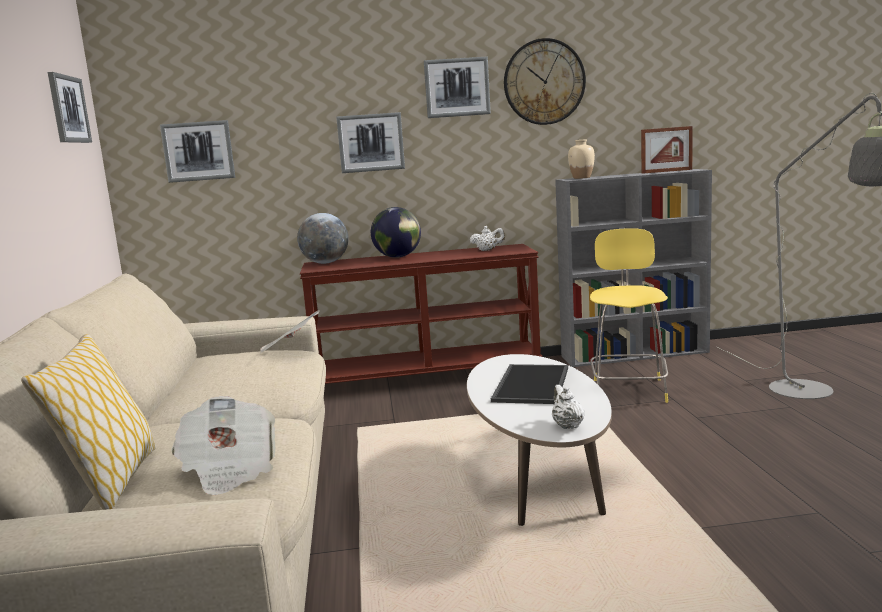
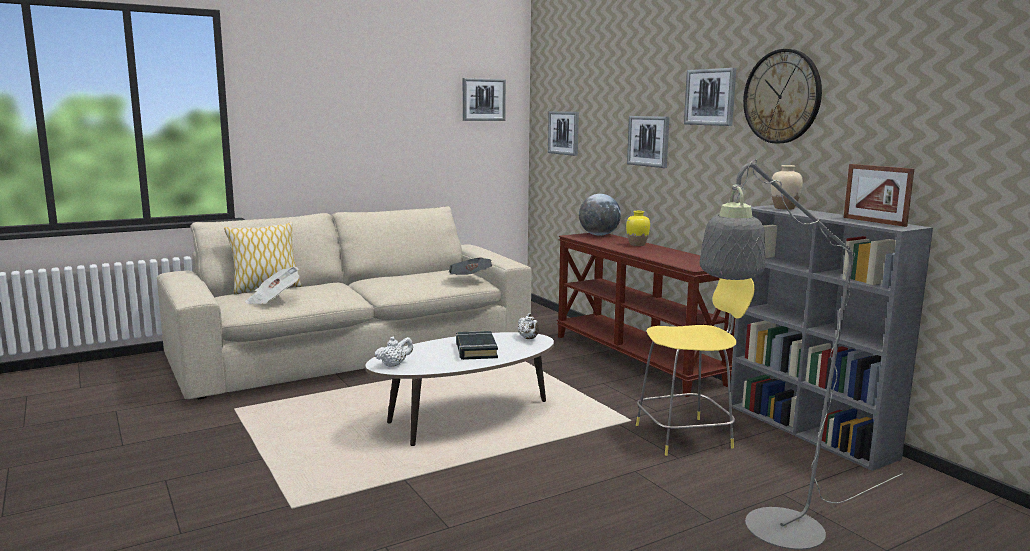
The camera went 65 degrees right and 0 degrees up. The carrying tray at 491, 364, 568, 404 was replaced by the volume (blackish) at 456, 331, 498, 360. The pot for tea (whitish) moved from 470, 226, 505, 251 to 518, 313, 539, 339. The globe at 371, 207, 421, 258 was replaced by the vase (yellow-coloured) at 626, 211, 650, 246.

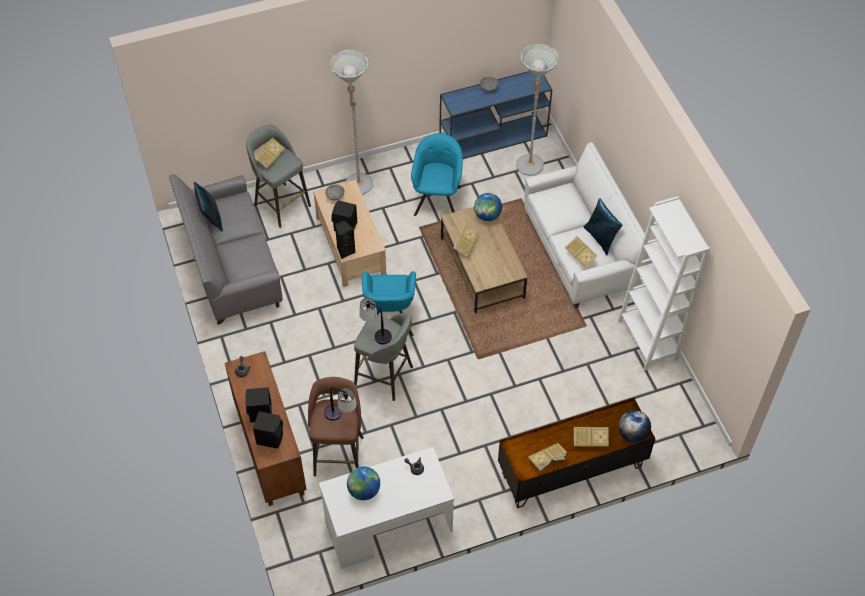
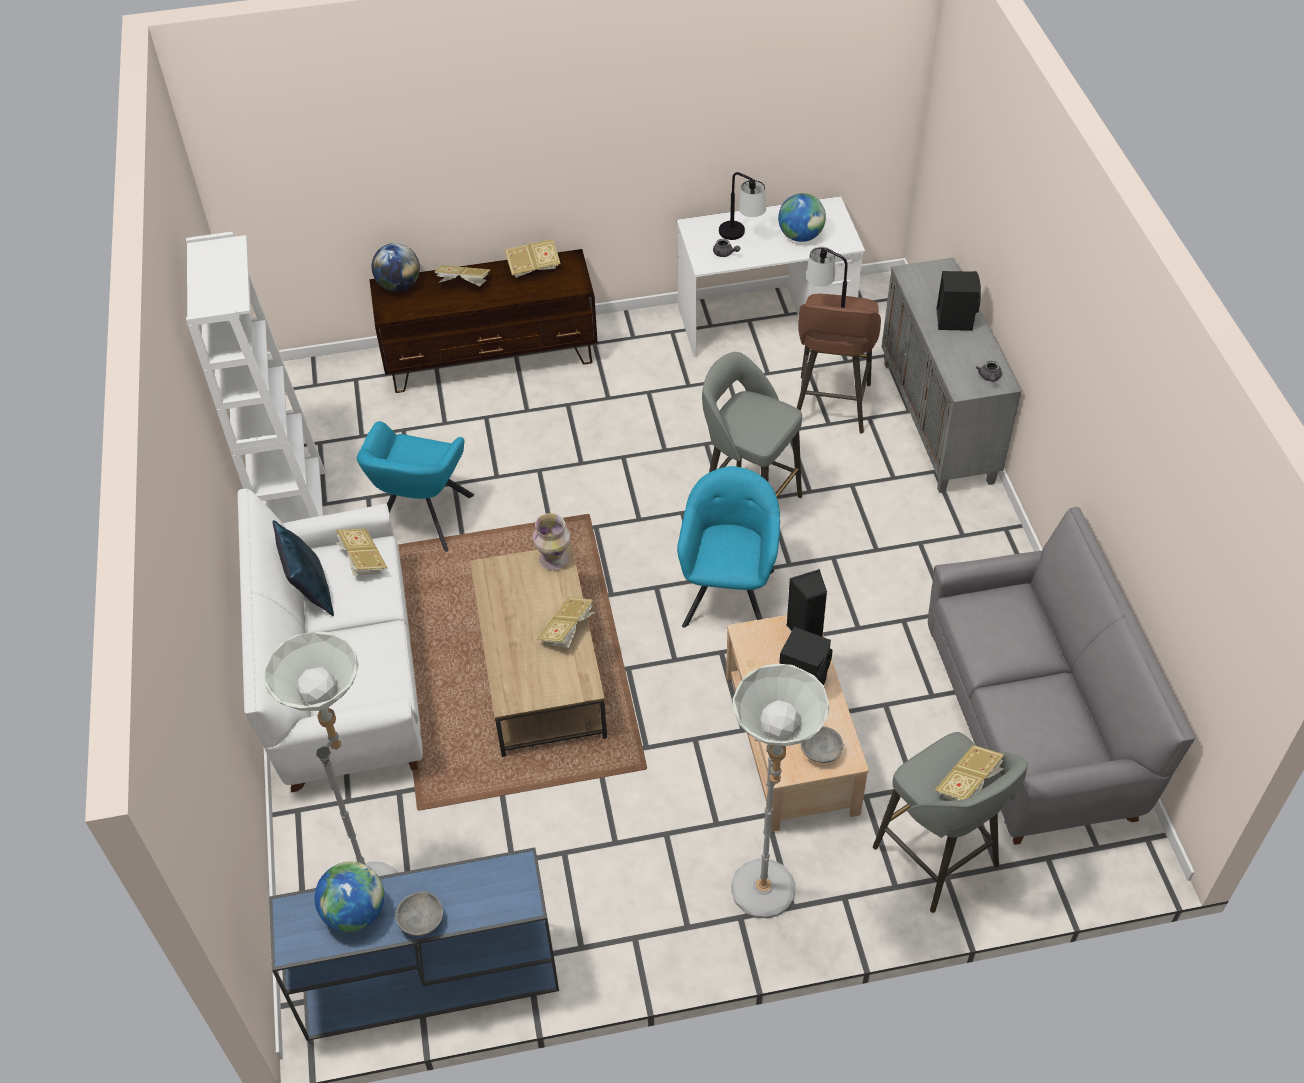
The camera went 170 degrees left and 5 degrees down. The globe moved from 474, 193, 502, 221 to 315, 862, 384, 932. The easy chair (blue-green) moved from 411, 133, 463, 216 to 357, 421, 474, 552. The vase at 533, 513, 570, 571 appeared. The tabletop lamp moved from 359, 298, 392, 345 to 719, 172, 766, 240. The cupboard (brown-coloured) at 225, 351, 307, 506 became the cupboard (gray) at 882, 257, 1021, 493. The pillow (blue) at 194, 181, 223, 231 disappeared. The loudspeaker (blackish) at 253, 411, 283, 449 disappeared.

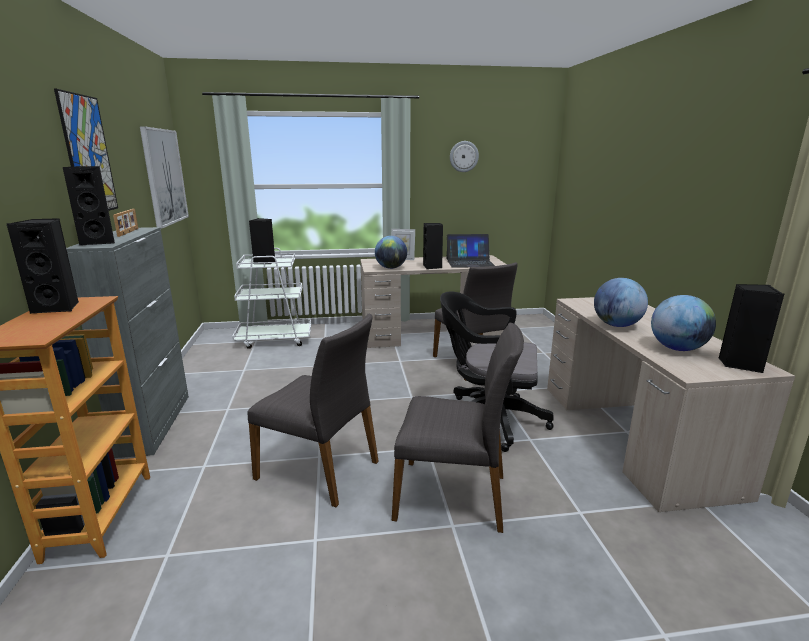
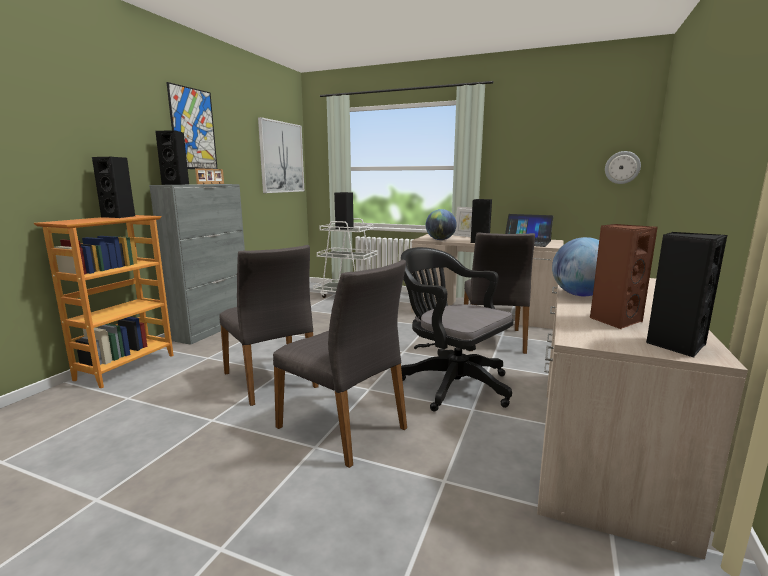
The camera went 30 degrees right and 5 degrees down. The globe at 651, 295, 716, 351 was replaced by the loudspeaker (brown-coloured) at 590, 224, 658, 329. The clock on the wall moved from 450, 141, 479, 172 to 605, 151, 641, 184.

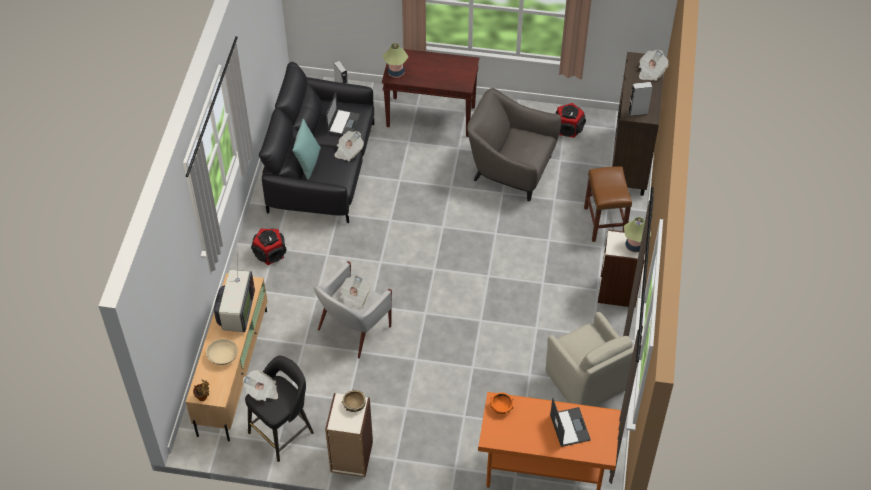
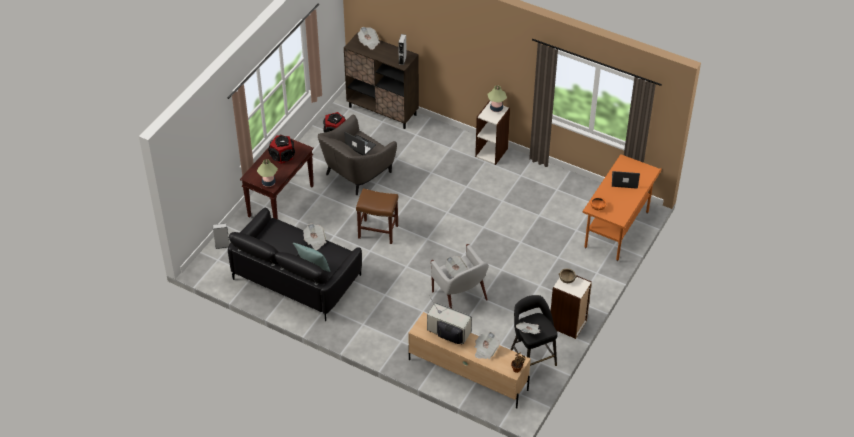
The camera went 70 degrees left and 5 degrees down. The loudspeaker moved from 251, 228, 287, 265 to 268, 135, 295, 164. The laptop moved from 326, 92, 361, 135 to 344, 132, 376, 155. The stool (brown-coloured) moved from 584, 167, 632, 242 to 356, 188, 398, 244. The serving bowl (beige-coloured) at 206, 339, 238, 365 was replaced by the newspaper at 475, 332, 500, 359. The easy chair (beige-coloured) at 546, 312, 634, 407 disappeared.

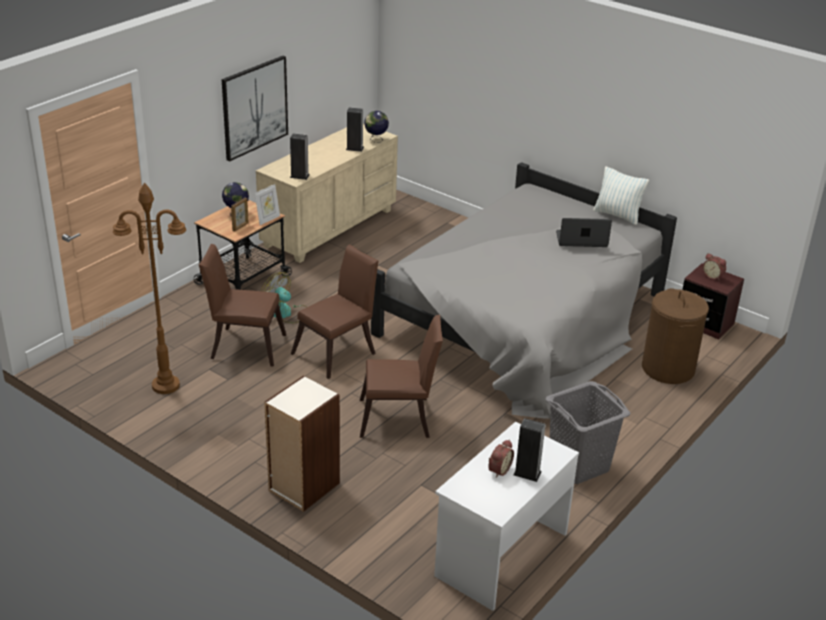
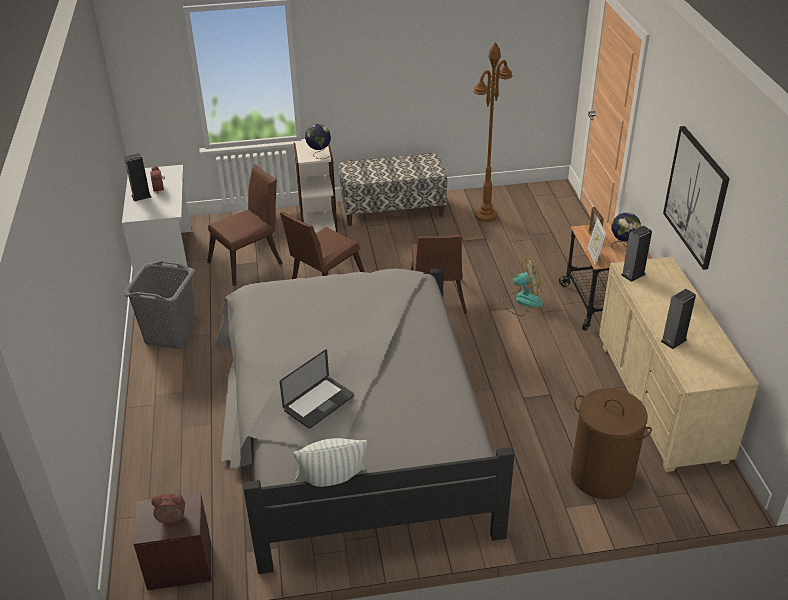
The camera went 135 degrees right and 5 degrees up. The upright chair (brown-coloured) moved from 199, 244, 286, 366 to 207, 164, 283, 286. The globe moved from 364, 111, 389, 143 to 305, 124, 331, 159. The bench at 338, 153, 447, 226 appeared. The hamper (brown-coloured) moved from 642, 288, 709, 384 to 570, 388, 652, 499.

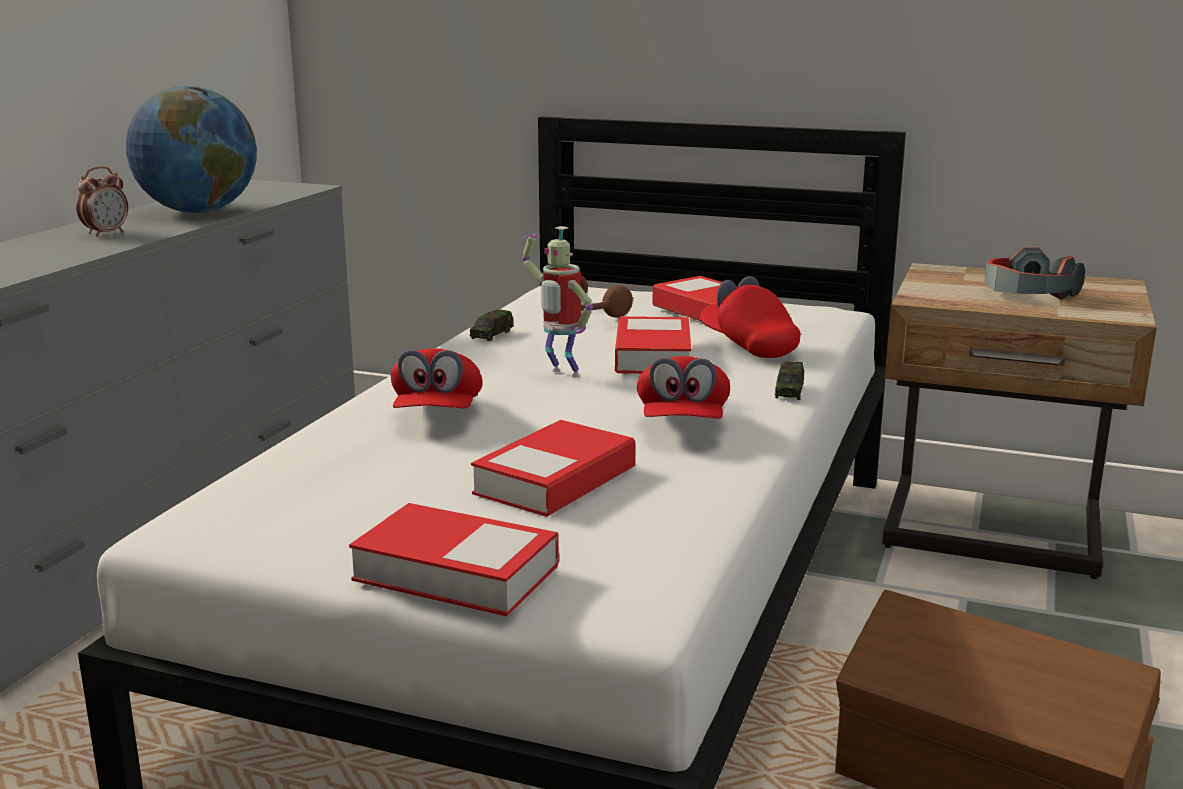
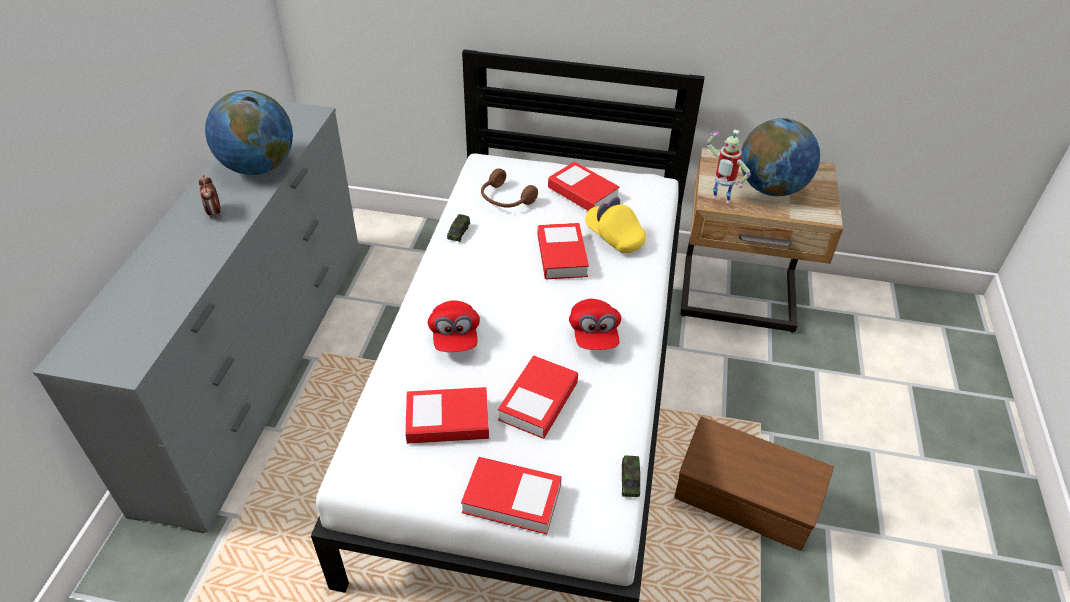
The camera went 10 degrees left and 25 degrees up. The bedside clock at 76, 166, 128, 237 turned 135 degrees clockwise. The volume at 405, 387, 489, 444 appeared. The baseball cap (red-coloured) at 700, 276, 801, 358 became the baseball cap (yellow-coloured) at 585, 197, 646, 253. The miniature car moved from 775, 361, 804, 400 to 622, 455, 640, 497. The model robot moved from 522, 226, 593, 378 to 706, 130, 751, 204. The headset at 984, 247, 1085, 299 was replaced by the globe at 741, 118, 820, 196.

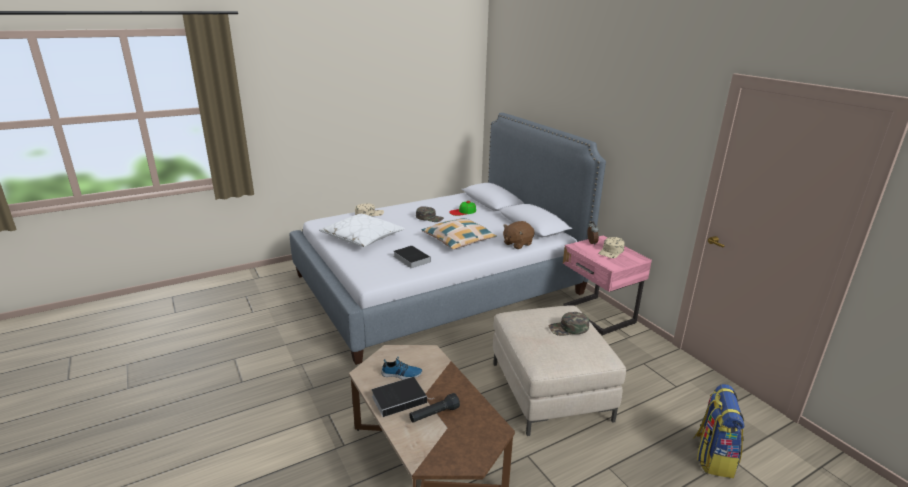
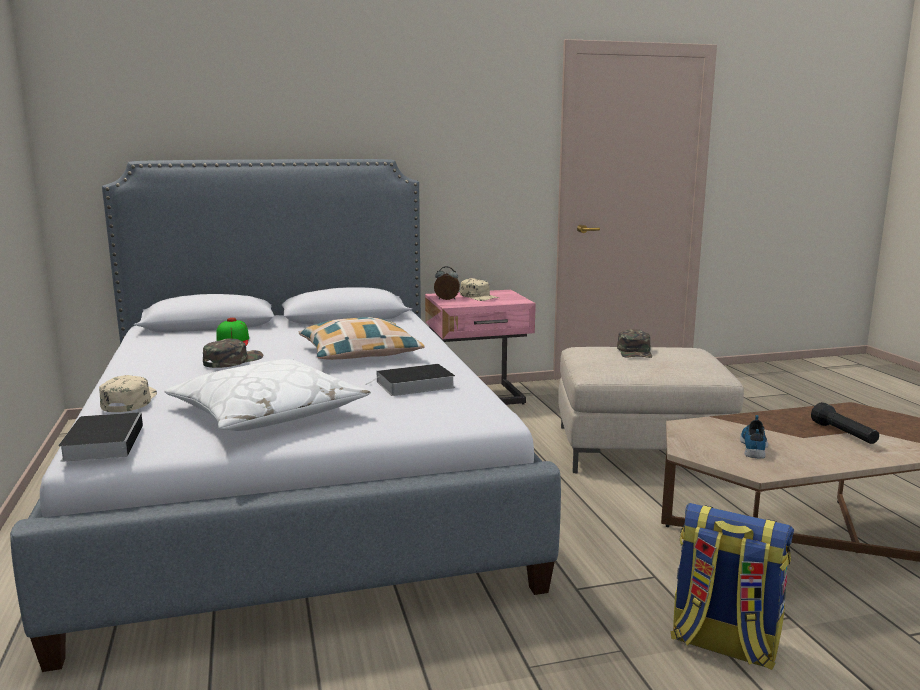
The camera went 75 degrees left and 10 degrees down. The volume moved from 371, 377, 427, 417 to 58, 412, 143, 462. The backpack moved from 693, 384, 745, 478 to 671, 503, 794, 670. The cuddly toy (brown-coloured) at 503, 221, 535, 249 disappeared.

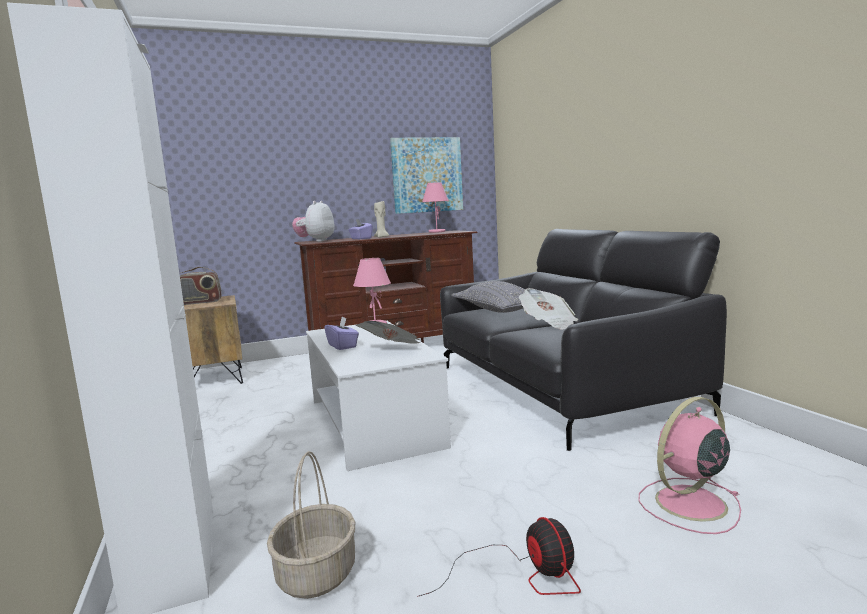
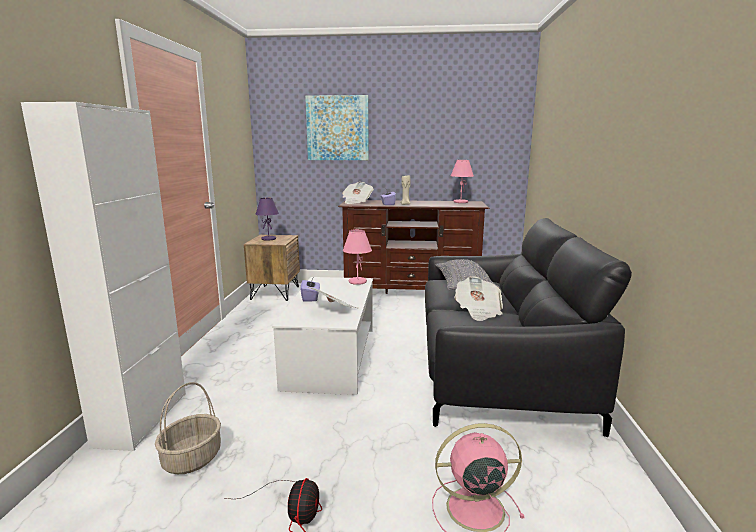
The camera went 25 degrees right and 5 degrees up. The radio set at 179, 267, 222, 305 was replaced by the tabletop lamp (purple) at 256, 198, 279, 241. The wall picture moved from 390, 137, 463, 214 to 305, 95, 369, 160. The cuddly toy at 292, 201, 335, 242 was replaced by the newspaper at 342, 182, 374, 204.

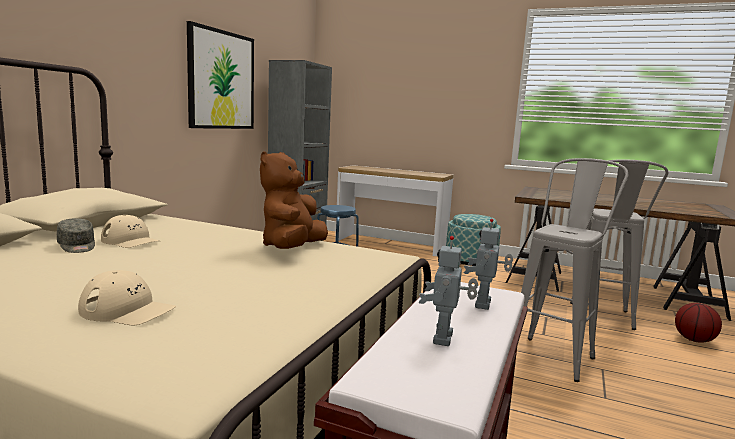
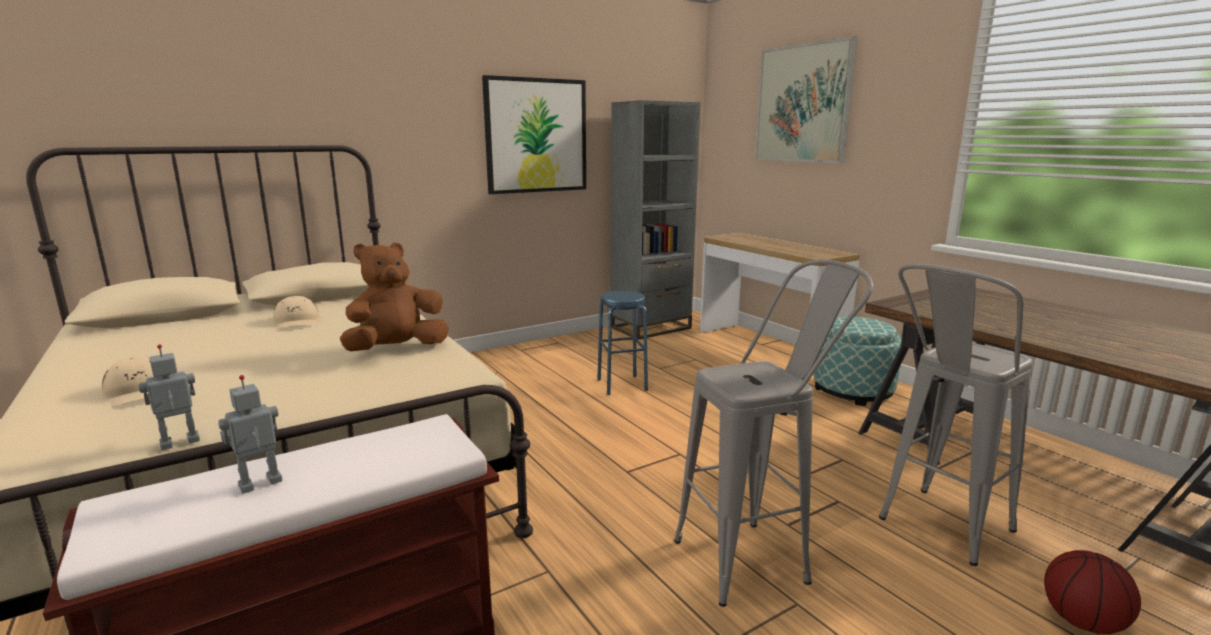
The camera went 35 degrees right and 5 degrees up. The model robot moved from 464, 219, 513, 310 to 138, 344, 200, 450. The wall picture at 755, 37, 857, 163 appeared. The baseball cap (gray) at 57, 218, 95, 253 disappeared.

